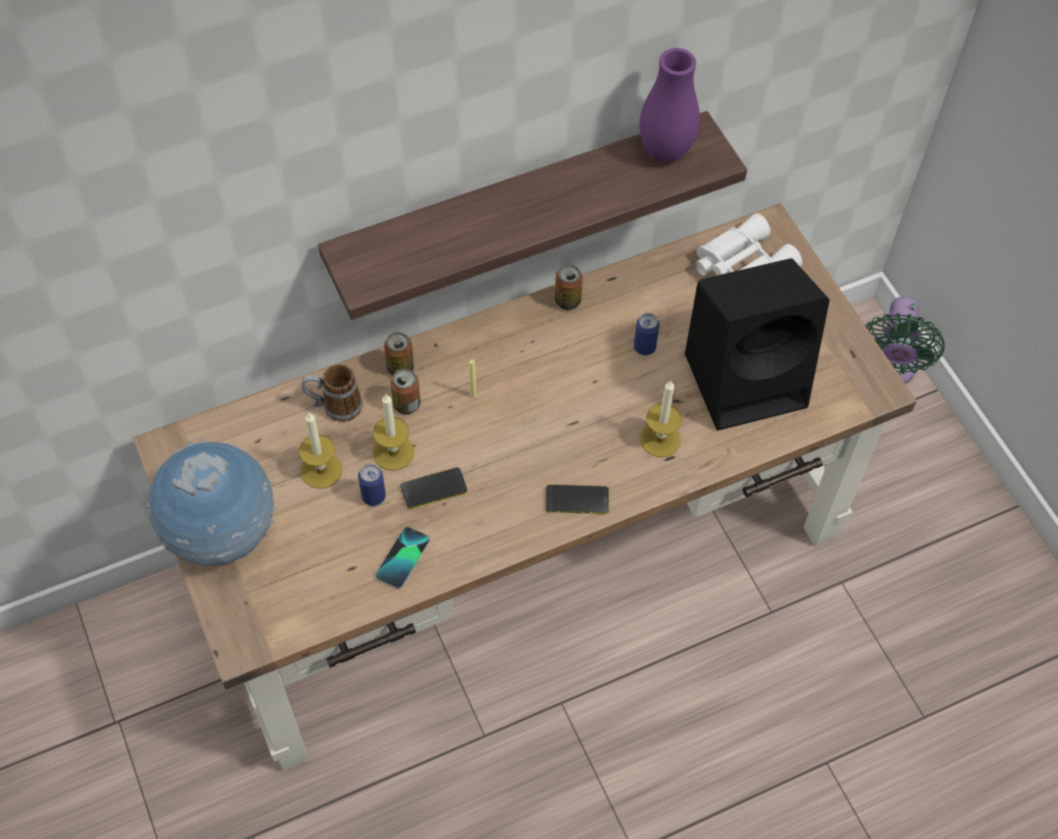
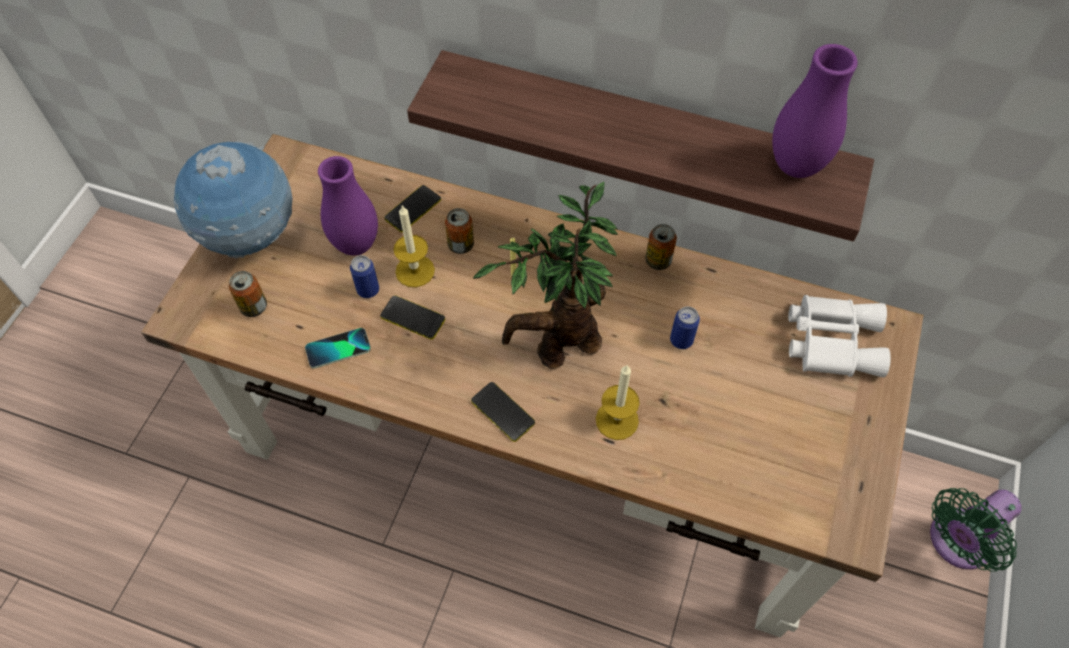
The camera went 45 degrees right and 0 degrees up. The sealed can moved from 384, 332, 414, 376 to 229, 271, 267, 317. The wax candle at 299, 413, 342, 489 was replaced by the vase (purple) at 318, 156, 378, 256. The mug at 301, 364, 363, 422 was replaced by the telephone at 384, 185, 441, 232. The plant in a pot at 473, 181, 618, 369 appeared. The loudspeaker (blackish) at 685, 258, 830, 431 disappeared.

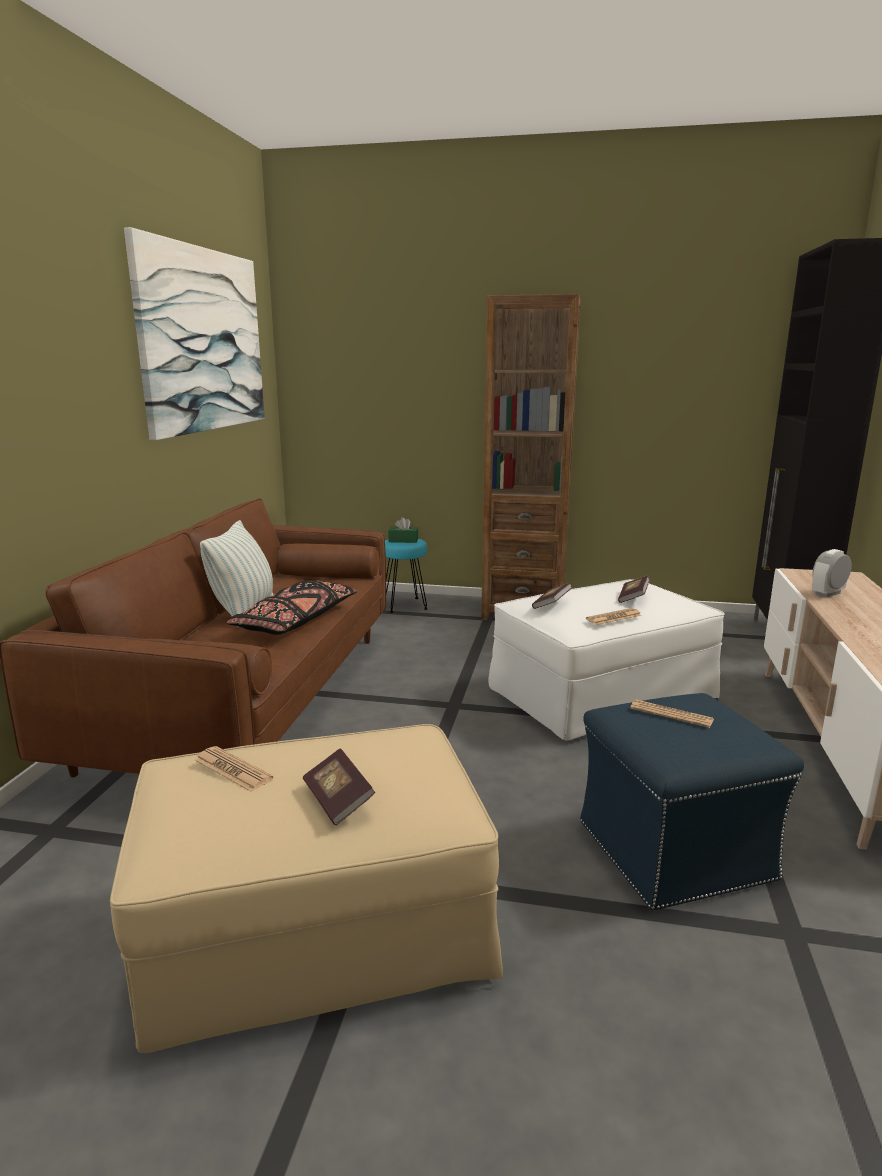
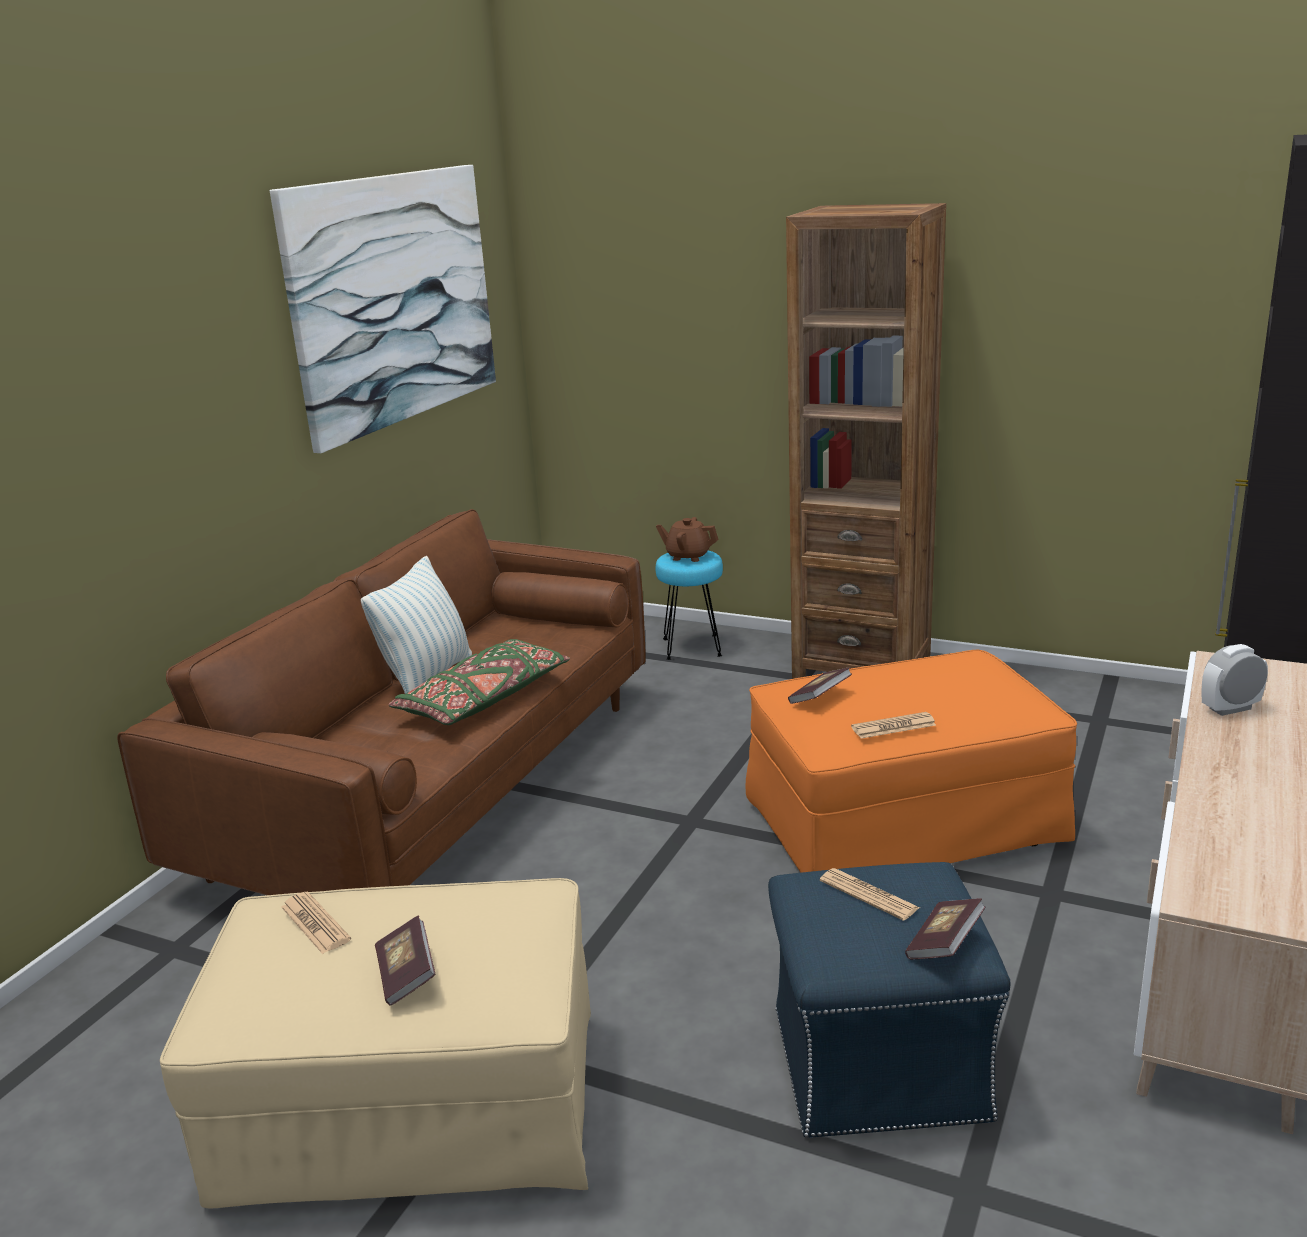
The camera went 15 degrees right and 5 degrees up. The pillow (blackish) at 227, 580, 357, 635 became the pillow (green-coloured) at 388, 639, 570, 725. The tissue holder (green-coloured) at 388, 517, 418, 543 was replaced by the pot for tea (brown-coloured) at 656, 517, 719, 562. The footrest (whitish) at 489, 579, 725, 741 became the footrest (orange-coloured) at 746, 650, 1077, 873. The volume moved from 618, 576, 650, 603 to 905, 898, 986, 959.

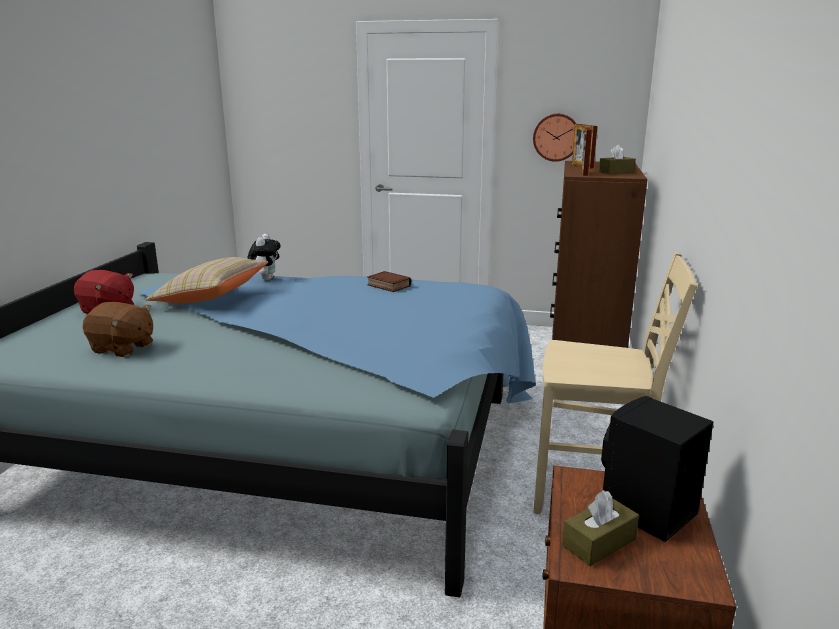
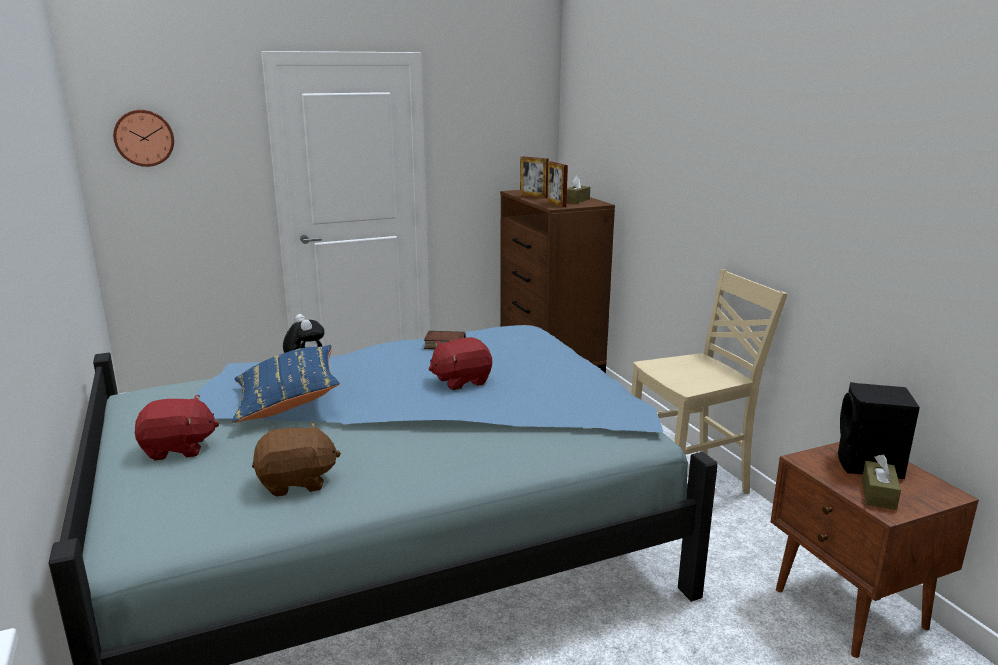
The camera went 35 degrees left and 0 degrees up. The clock on the wall moved from 533, 114, 576, 162 to 113, 110, 174, 167. The pillow (beige-coloured) at 146, 257, 268, 304 became the pillow (blue) at 232, 345, 340, 423. The cuddly toy (red-coloured) at 429, 337, 492, 390 appeared.

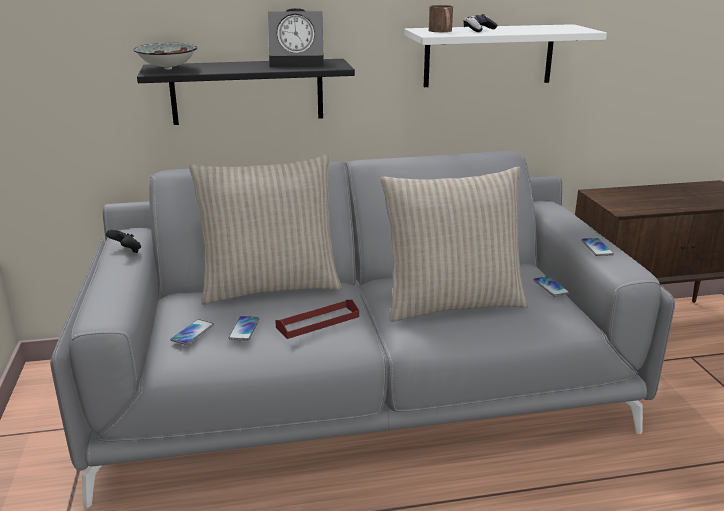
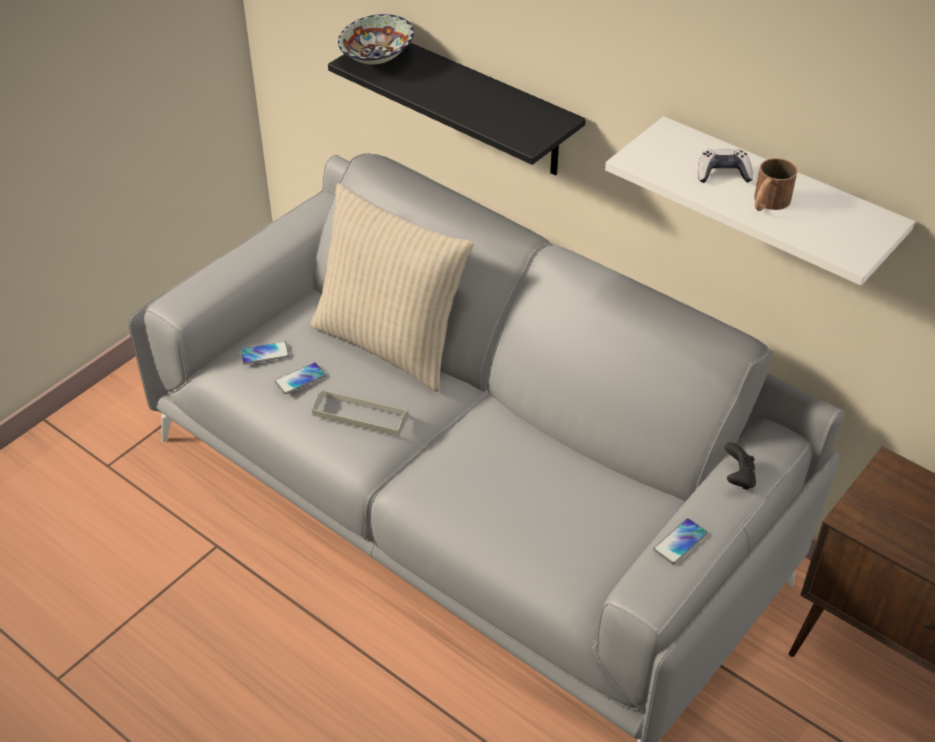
The camera went 50 degrees right and 20 degrees up. The carrying tray (red-coloured) at 275, 300, 359, 339 became the carrying tray (gray) at 312, 390, 409, 437. The gamepad (blackish) moved from 106, 230, 141, 253 to 725, 442, 756, 490. The mug (brown-coloured) moved from 429, 5, 453, 32 to 754, 158, 797, 211. The bedside clock at 268, 8, 324, 67 disappeared. The pillow (beige-coloured) at 381, 167, 528, 322 disappeared. The telephone at 533, 276, 570, 297 disappeared.

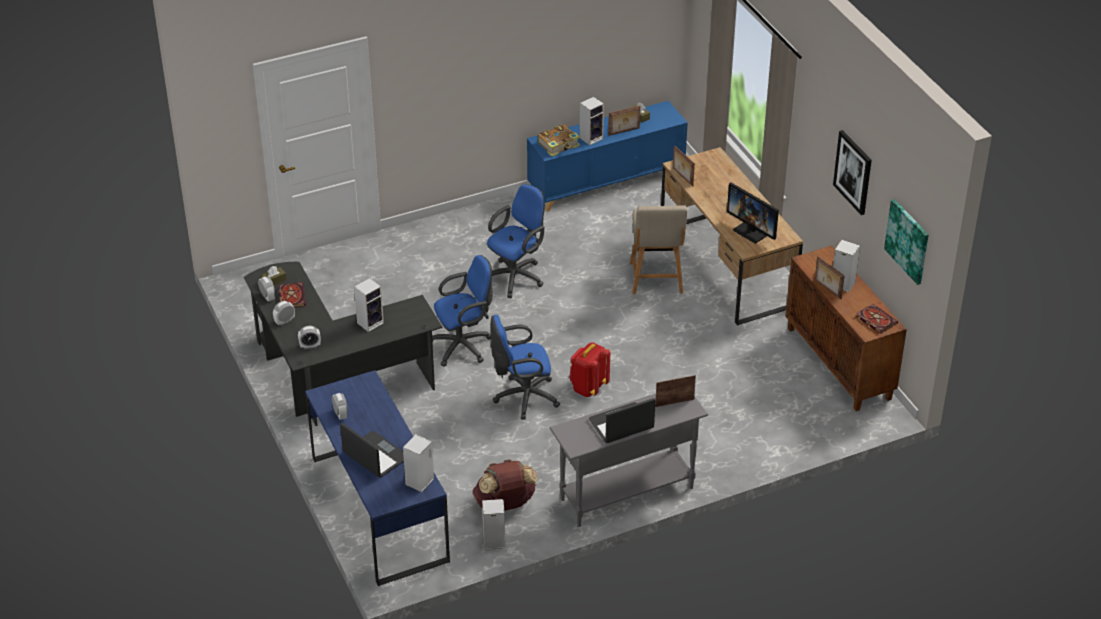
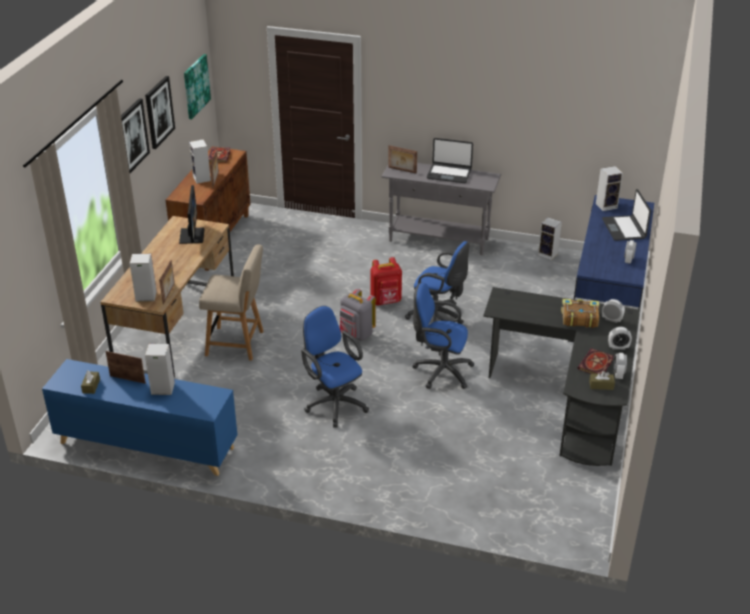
The camera went 140 degrees left and 5 degrees down. The wall picture at 121, 98, 150, 173 appeared. The loudspeaker moved from 354, 278, 384, 332 to 130, 253, 157, 302. The upright chair (beige-coloured) at 630, 205, 687, 294 turned 60 degrees clockwise. The computer chair (blue) at 487, 184, 545, 298 turned 60 degrees clockwise. The backpack (gray) at 340, 289, 376, 341 appeared. The volume moved from 538, 125, 580, 157 to 561, 299, 599, 328. The backpack (brown-coloured) at 473, 459, 538, 511 disappeared.

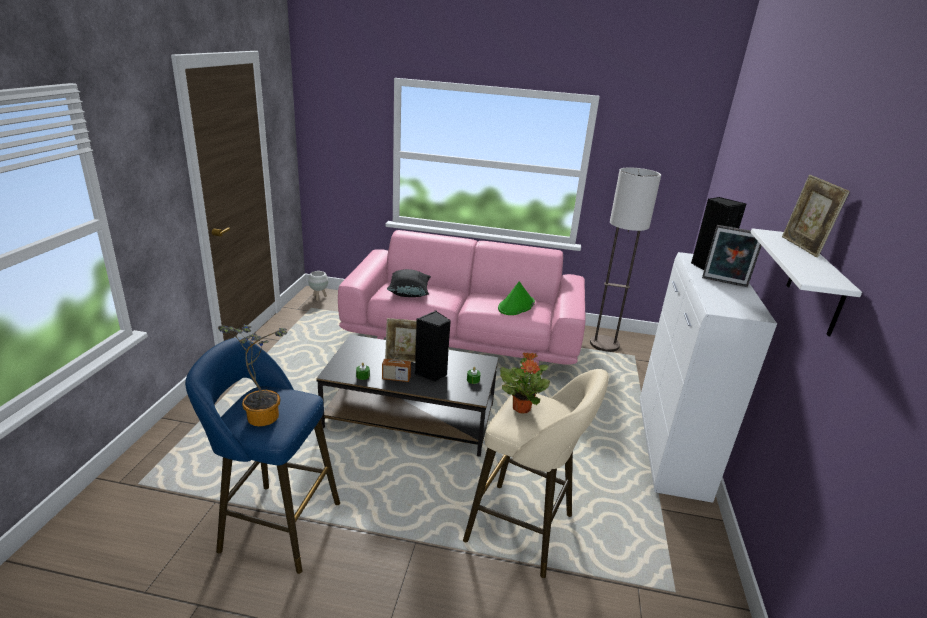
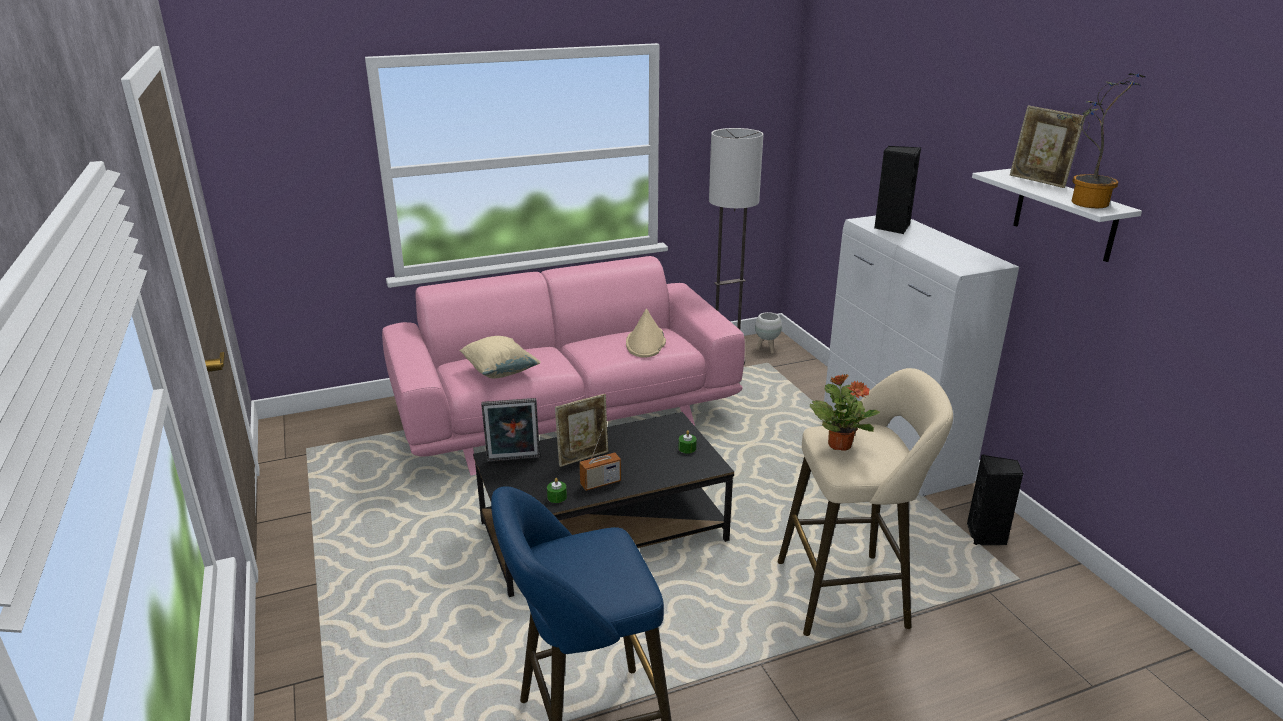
The camera went 30 degrees left and 0 degrees up. The pillow (blackish) at 387, 269, 431, 297 became the pillow (beige-coloured) at 459, 336, 541, 379. The picture frame moved from 702, 225, 762, 287 to 481, 398, 540, 462. The hat (green-coloured) at 498, 281, 535, 315 became the hat (beige-coloured) at 626, 309, 666, 358. The plant pot (whitish) moved from 308, 271, 328, 301 to 755, 312, 782, 354. The loudspeaker (blackish) moved from 415, 311, 451, 382 to 967, 454, 1024, 545. The plant in a pot moved from 218, 325, 287, 427 to 1057, 73, 1146, 208.

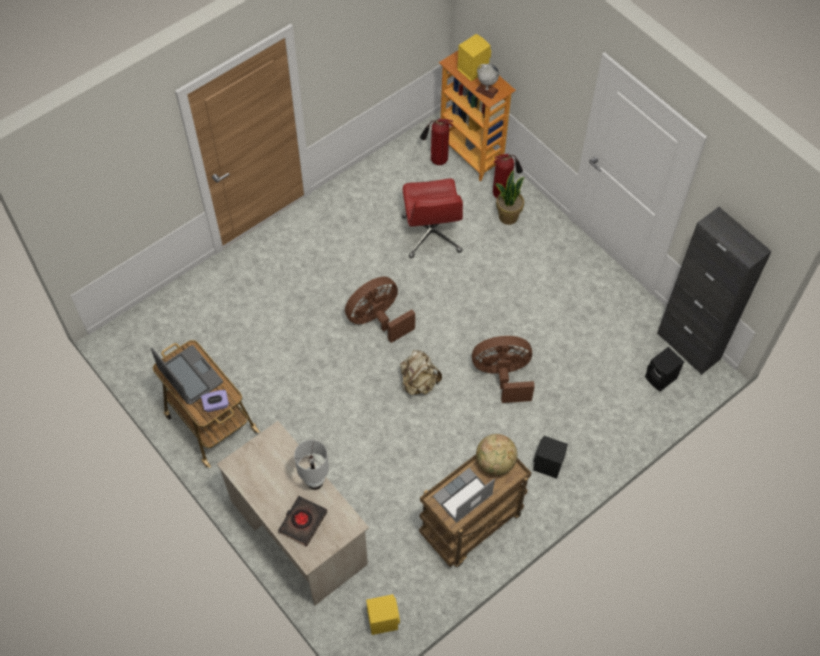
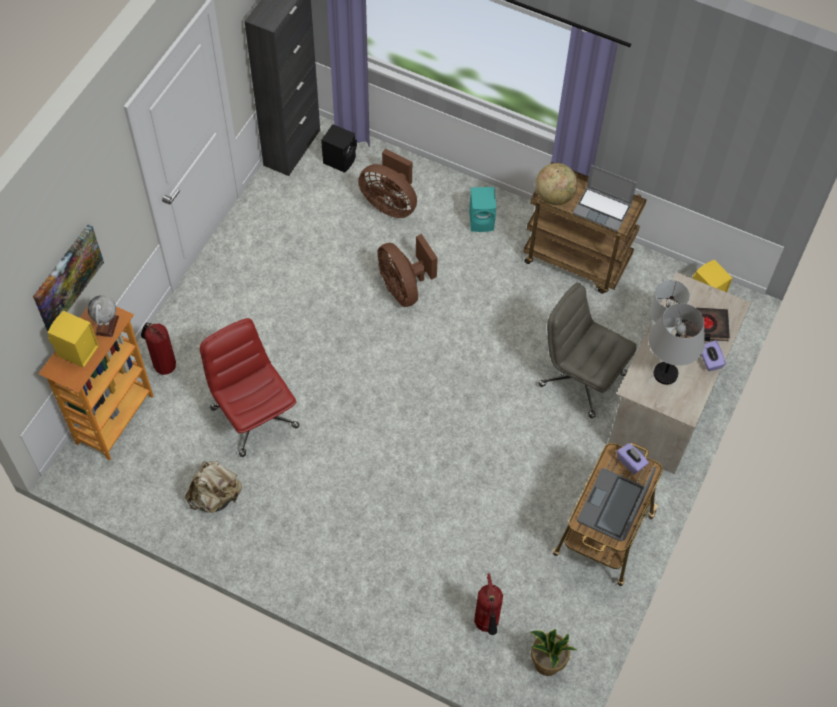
The camera went 115 degrees left and 0 degrees up. The wall picture at 33, 225, 104, 331 appeared. The backpack (beige-coloured) moved from 400, 350, 442, 395 to 185, 461, 242, 513. The computer chair (red-coloured) at 402, 178, 463, 258 turned 90 degrees counterclockwise. The electric fan (brown-coloured) moved from 345, 277, 415, 343 to 358, 149, 417, 218. The loudspeaker (blackish) at 533, 436, 568, 479 became the loudspeaker (blue-green) at 469, 187, 496, 232. The fire-fighting cylinder moved from 420, 119, 453, 165 to 474, 573, 503, 635. The plant in a pot moved from 495, 170, 524, 225 to 530, 629, 576, 676. The computer chair (gray) at 538, 282, 637, 418 appeared. The tabletop lamp (gray) at 649, 303, 705, 385 appeared. The tissue holder (purple) at 701, 340, 726, 371 appeared.

